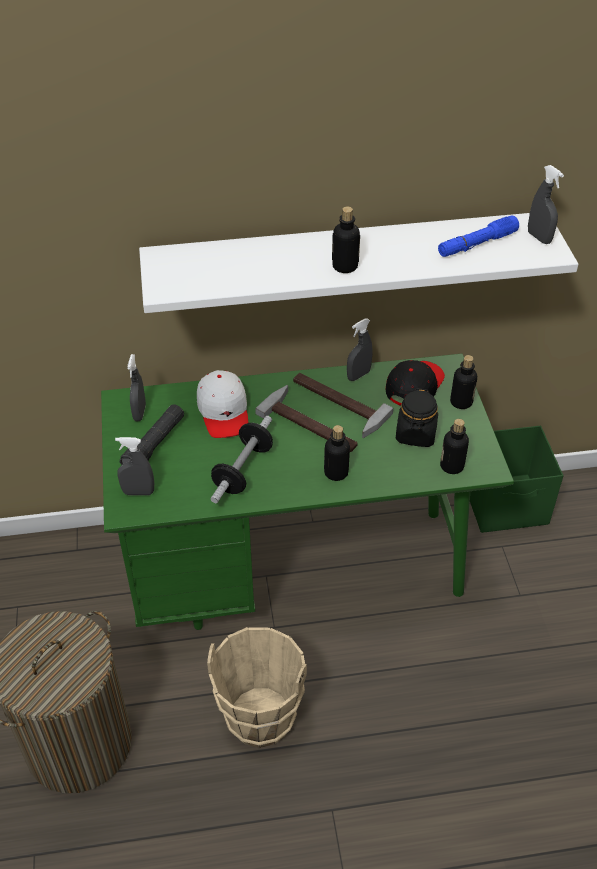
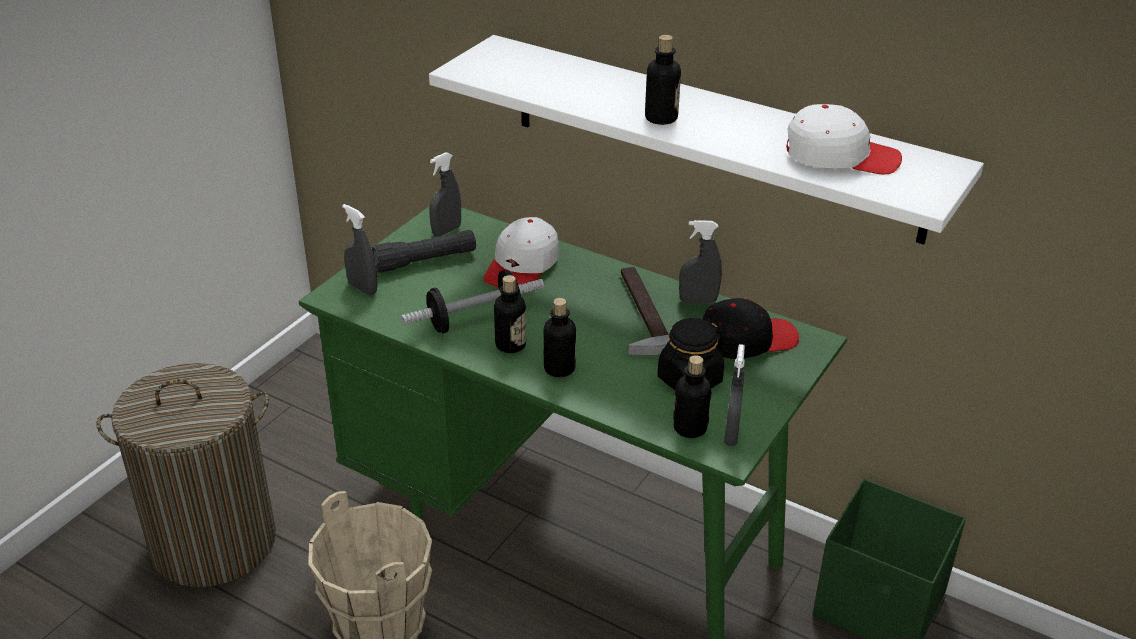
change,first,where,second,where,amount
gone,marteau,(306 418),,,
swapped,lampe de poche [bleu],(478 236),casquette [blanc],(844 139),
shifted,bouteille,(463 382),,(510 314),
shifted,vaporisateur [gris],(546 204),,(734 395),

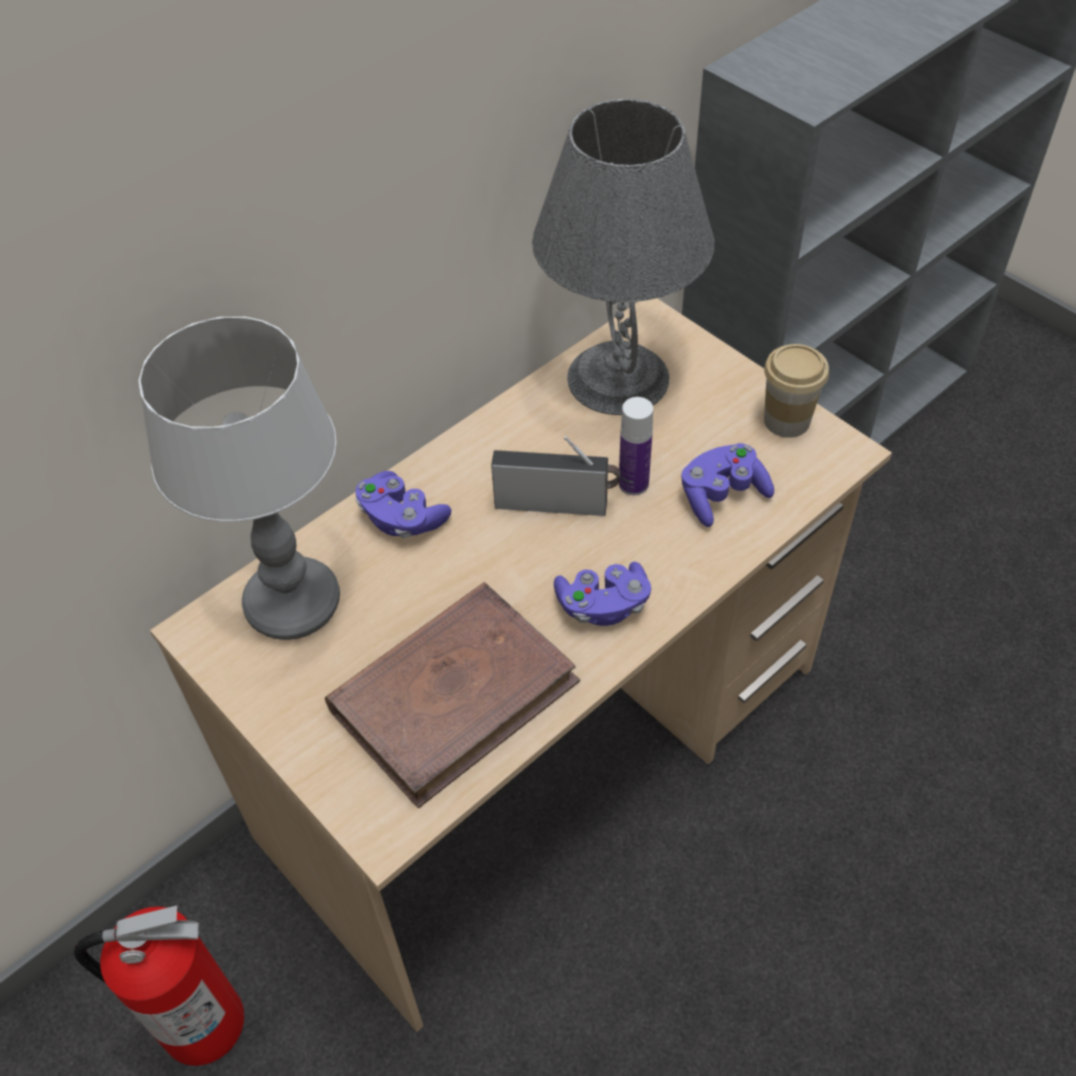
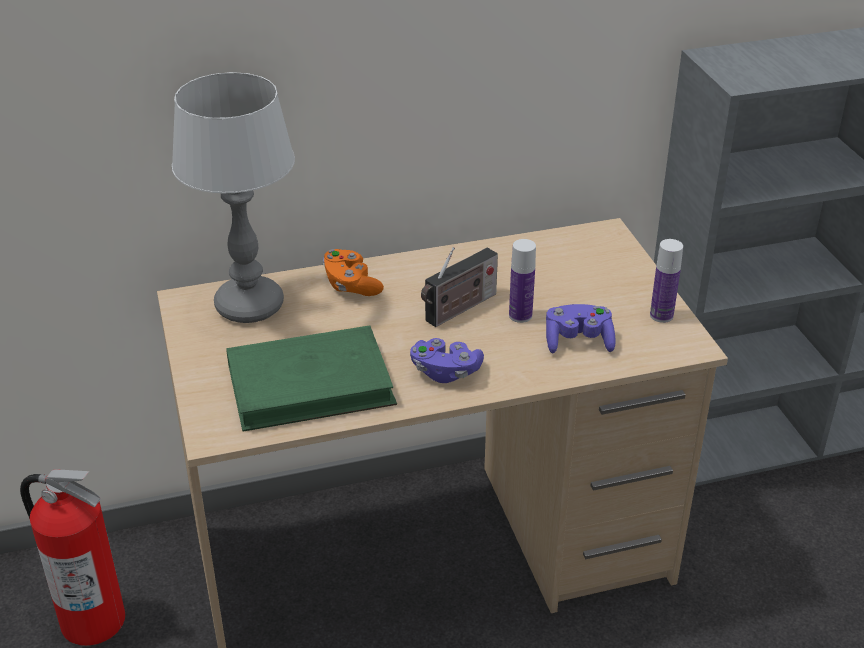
change,first,where,second,where,amount
repainted,livre [marron],(452 695),livre [vert],(311 378),
repainted,manette [violet],(403 504),manette [orange],(353 272),
rotated,radio,(555 476),,(459 287),105 degrees clockwise
gone,lampe de table [gris],(623 257),,,
swapped,tasse,(796 391),bouteille,(666 281),

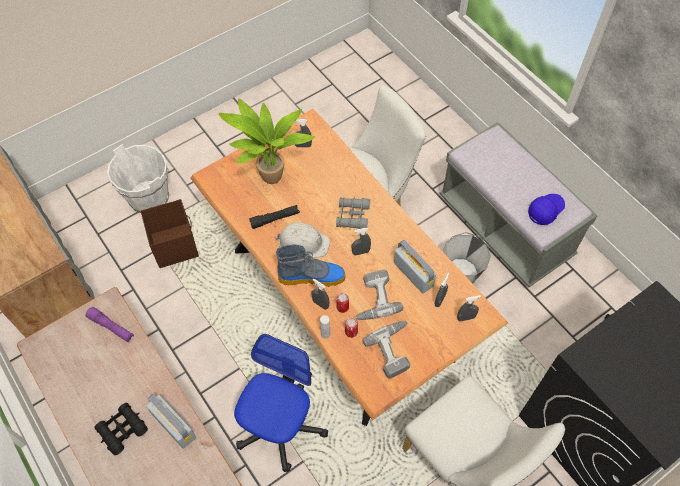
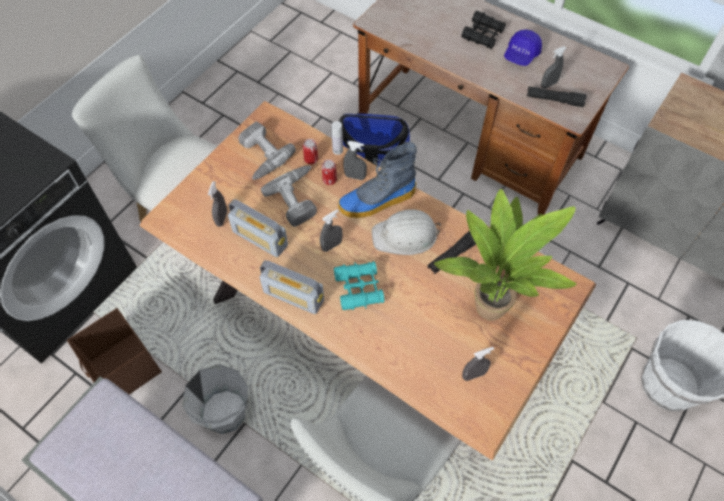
change,first,where,second,where,amount
repainted,lampe de poche [violet],(109 324),lampe de poche [noir],(557 97),
shifted,boîte de rangement [marron],(170 233),,(114 351),
shifted,radio,(171 421),,(292 287),
repainted,jumelles [gris],(353 213),jumelles [turquoise],(359 285),
shifted,vaporisateur [gris],(469 308),,(553 67),
shifted,casquette [bleu],(546 209),,(523 47),

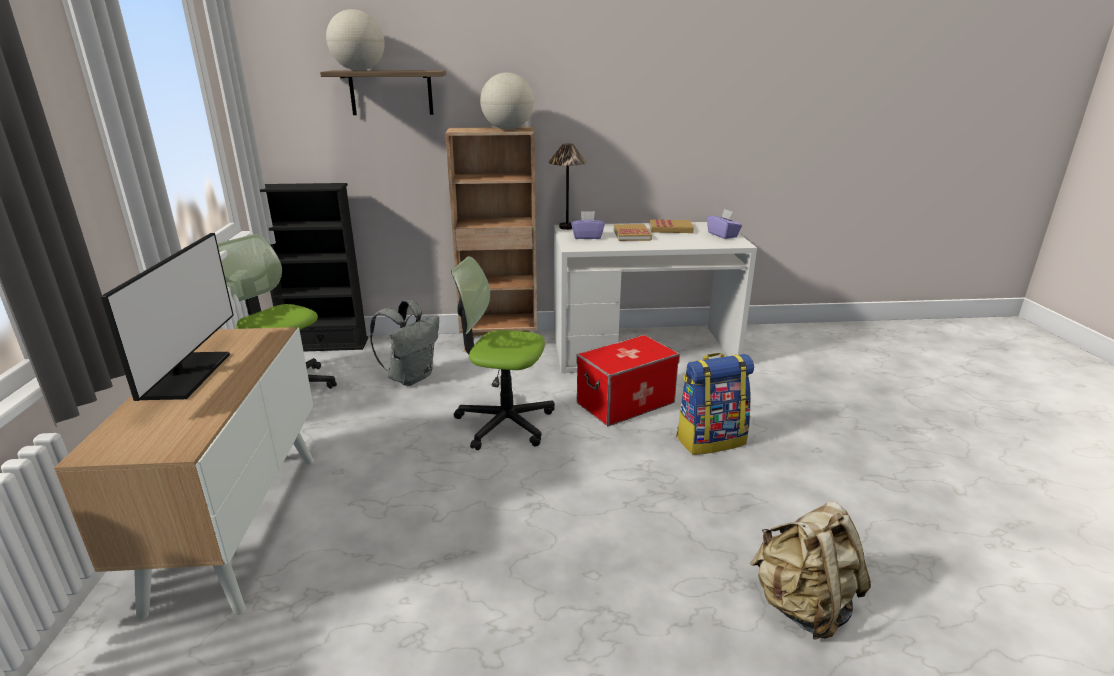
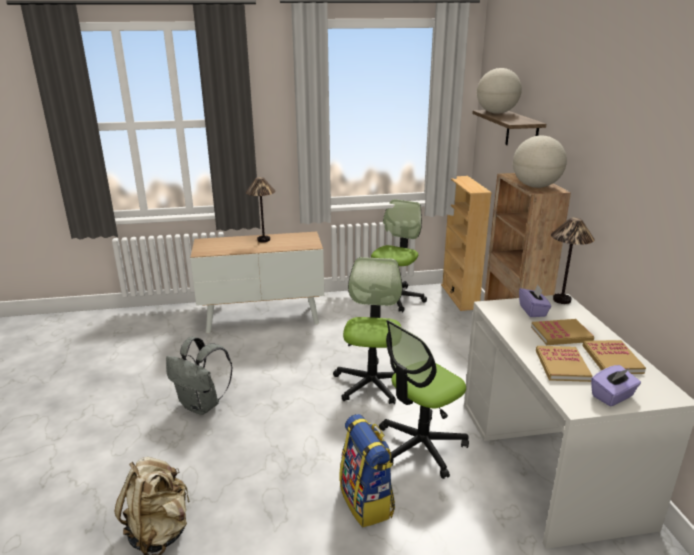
change,first,where,second,where,amount
swapped,écran d'ordinateur,(167 317),lampe de table,(260 209),
repainted,bibliothèque [noir],(314 267),bibliothèque [beige],(466 243),
shifted,sac à dos [gris],(404 343),,(199 376),
swapped,boîte de rangement,(628 380),chaise de bureau,(424 399),
new,,,livre,(564 364),

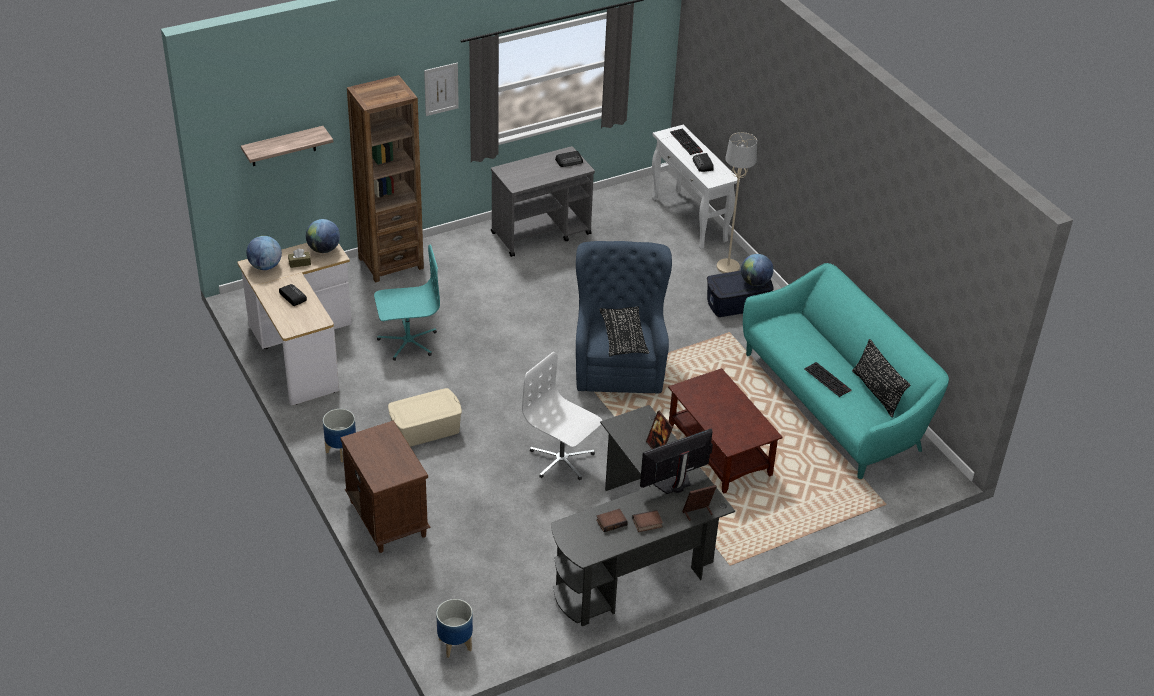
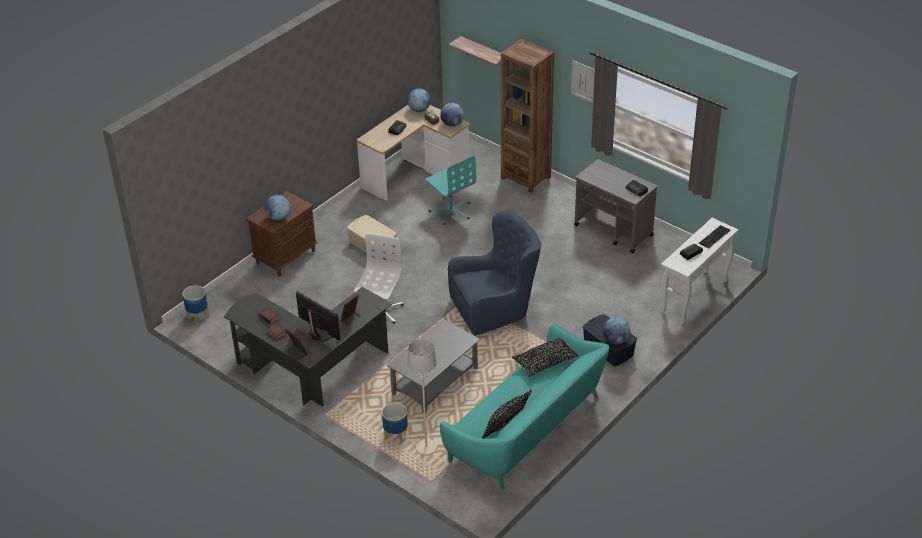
change,first,where,second,where,amount
shifted,cache-pot,(339 435),,(395 422),
shifted,coussin [noir],(624 331),,(545 357),
repainted,table basse [marron],(725 430),table basse [gris],(433 366),
shifted,lampadaire [beige],(737 202),,(422 397),
gone,clavier,(827 379),,,
new,,,globe,(277 207),

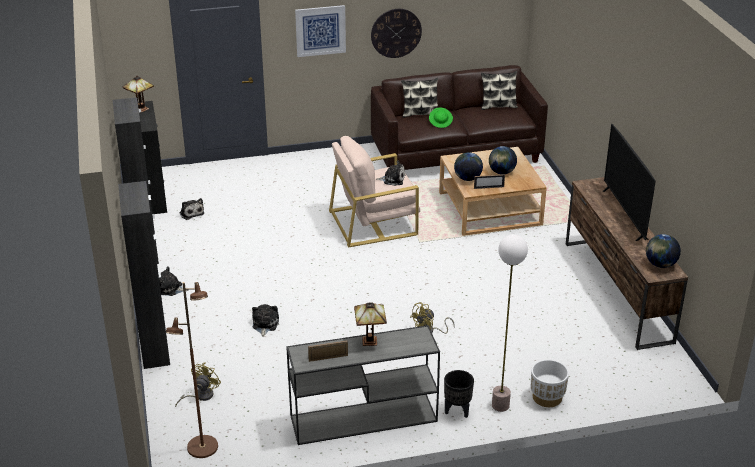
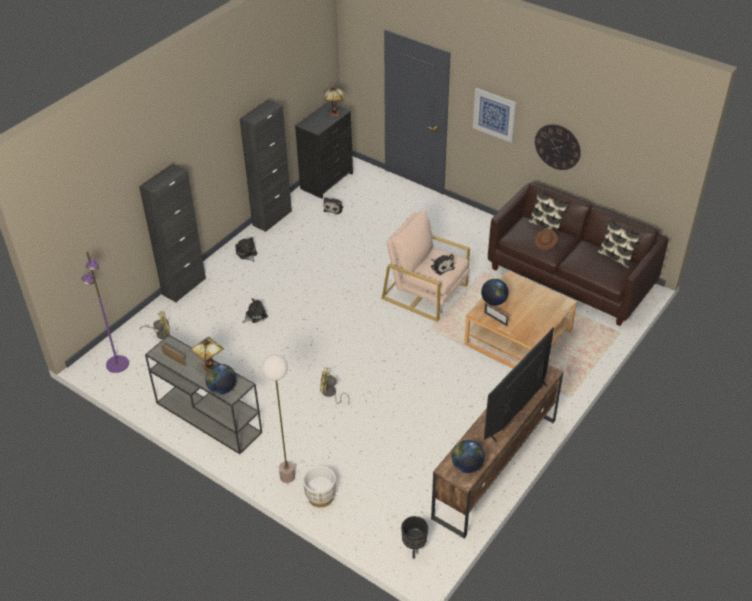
change,first,where,second,where,amount
repainted,lampadaire [marron],(191 370),lampadaire [violet],(105 312),
repainted,chapeau [vert],(441 117),chapeau [marron],(546 239),
shifted,cache-pot [noir],(459 394),,(414 537),
shifted,globe,(503 160),,(220 379),

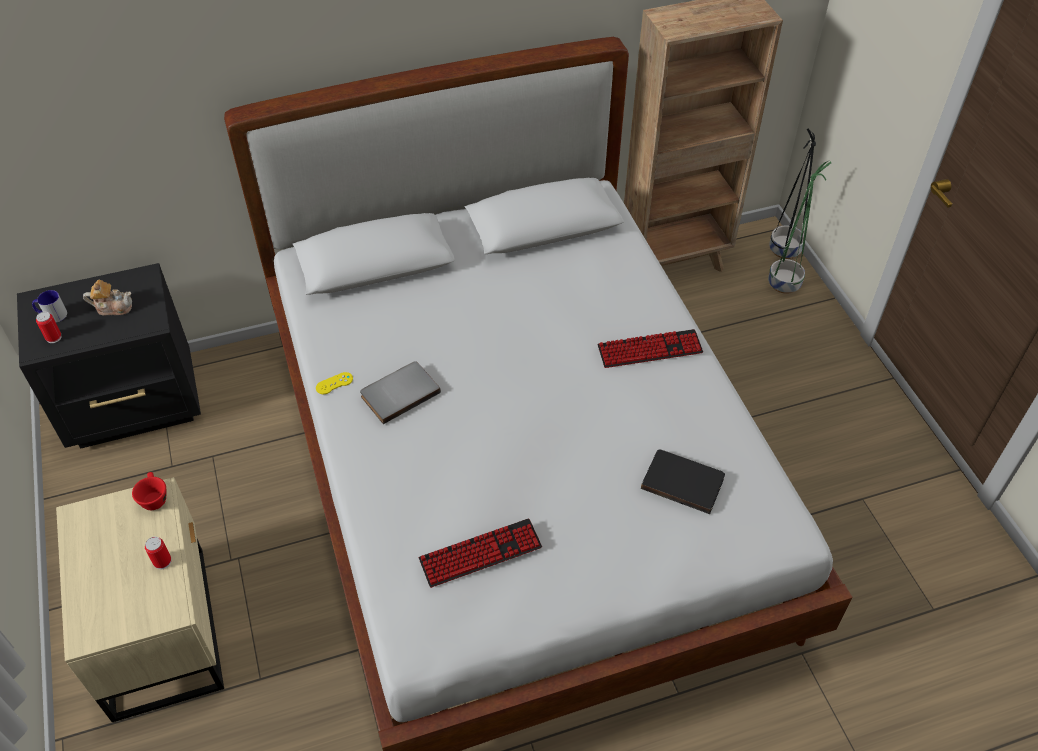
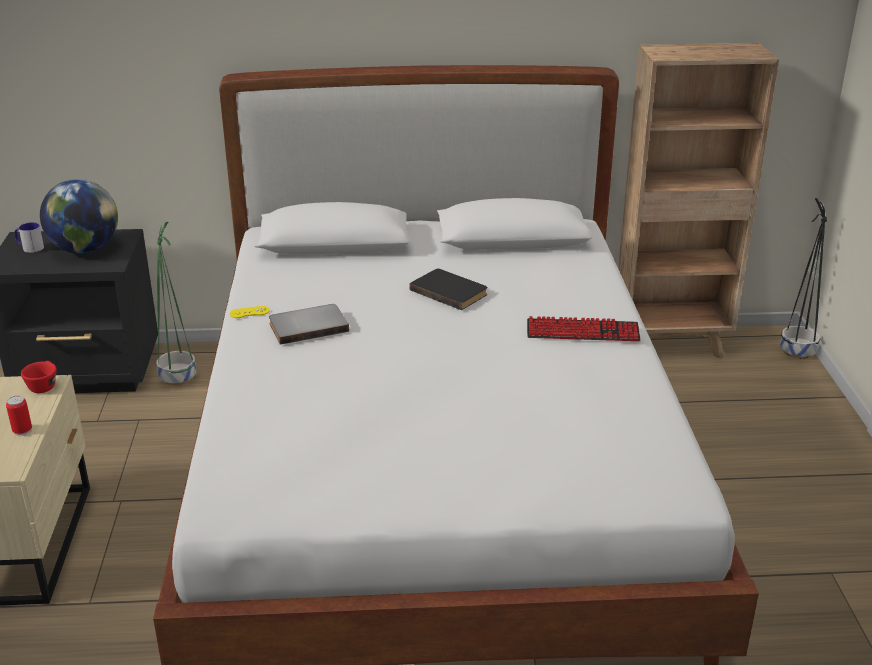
change,first,where,second,where,amount
gone,boîte métallique,(49 327),,,
swapped,théière,(107 298),globe,(79 216),
gone,clavier,(480 553),,,
shifted,livre [noir],(683 481),,(448 289),
shifted,cache-pot [vert],(799 227),,(176 304),

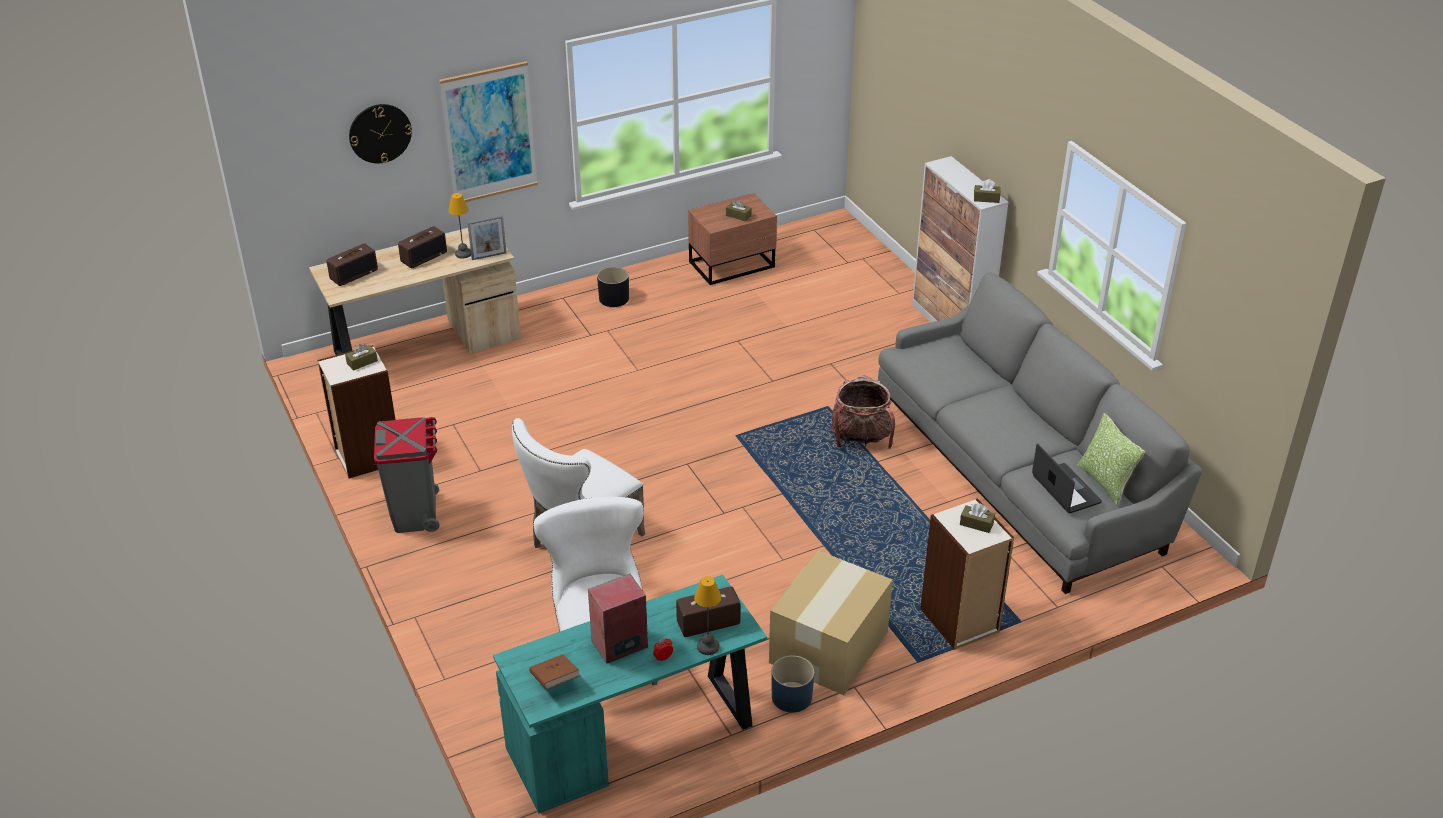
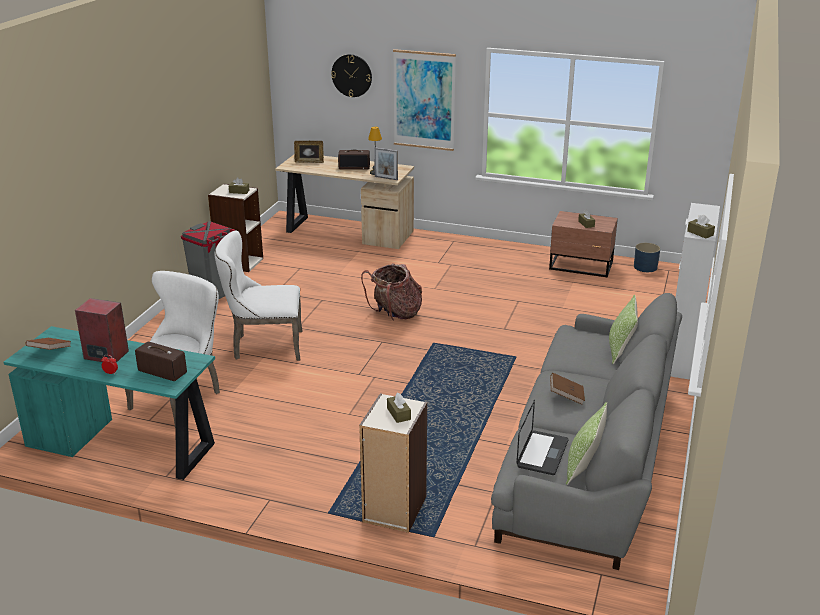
change,first,where,second,where,amount
swapped,radio,(352 265),cadre photo,(309 152),
gone,cache-pot [noir],(613 287),,,
gone,lampe de table,(708 615),,,
gone,carton,(831 622),,,
shifted,cache-pot [bleu],(792 683),,(647 257),
shifted,sac à dos,(863 412),,(391 292),
new,,,livre [marron],(567 389),
new,,,coussin,(623 329),

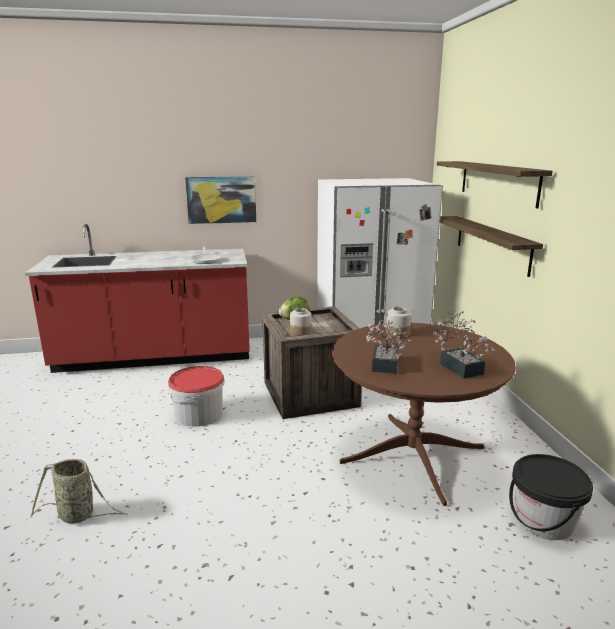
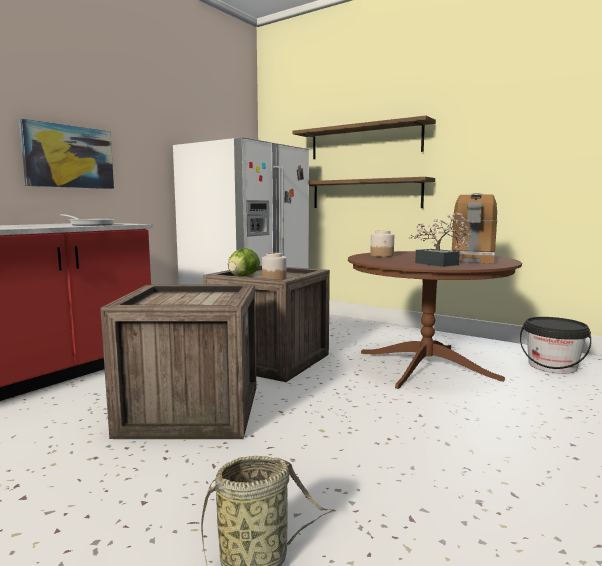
change,first,where,second,where,amount
swapped,seau,(196 396),caisse,(178 362),
swapped,plante en pot,(463 345),machine à café,(474 228),

